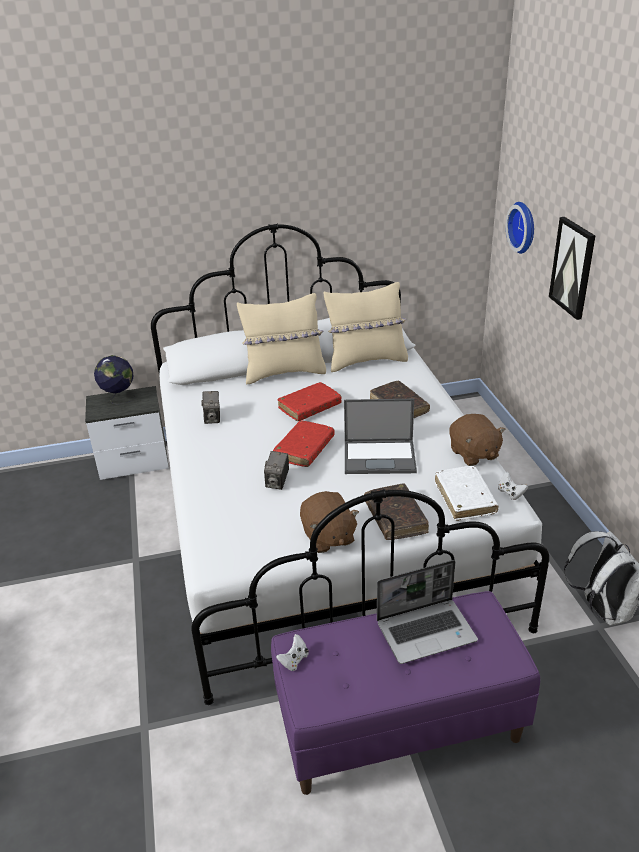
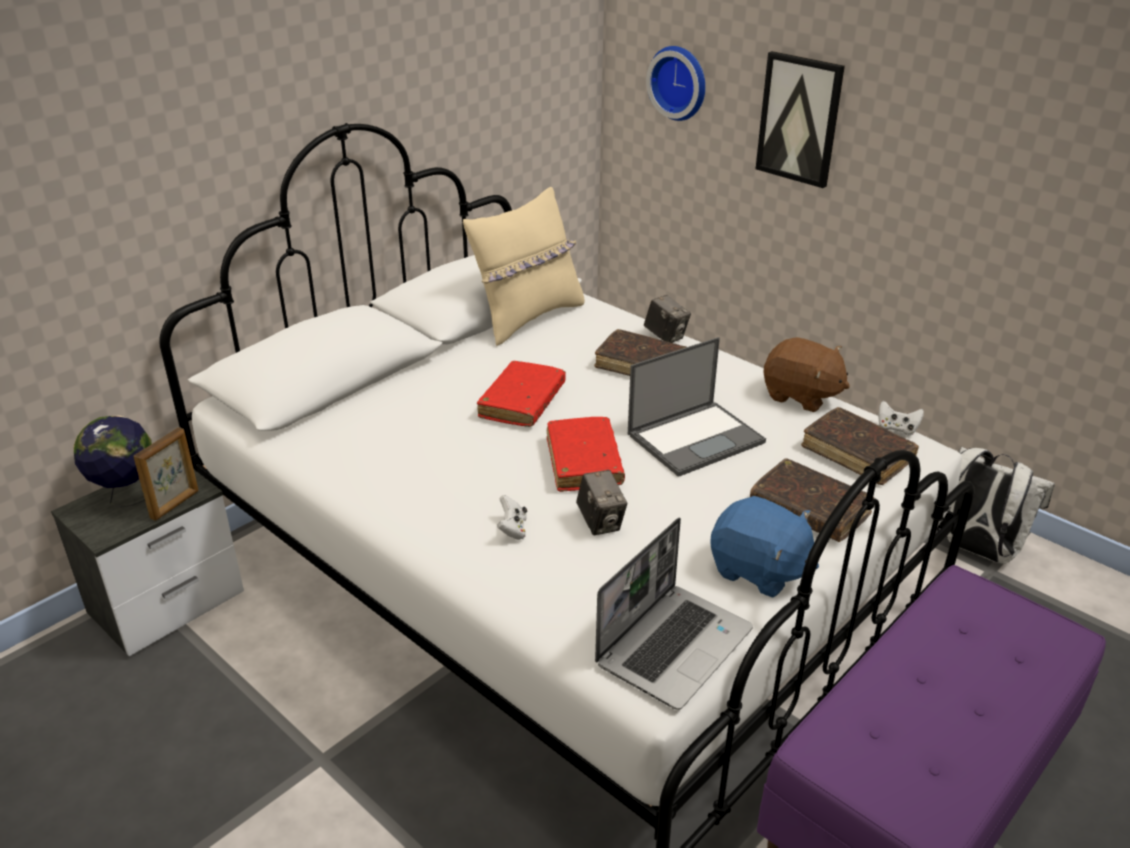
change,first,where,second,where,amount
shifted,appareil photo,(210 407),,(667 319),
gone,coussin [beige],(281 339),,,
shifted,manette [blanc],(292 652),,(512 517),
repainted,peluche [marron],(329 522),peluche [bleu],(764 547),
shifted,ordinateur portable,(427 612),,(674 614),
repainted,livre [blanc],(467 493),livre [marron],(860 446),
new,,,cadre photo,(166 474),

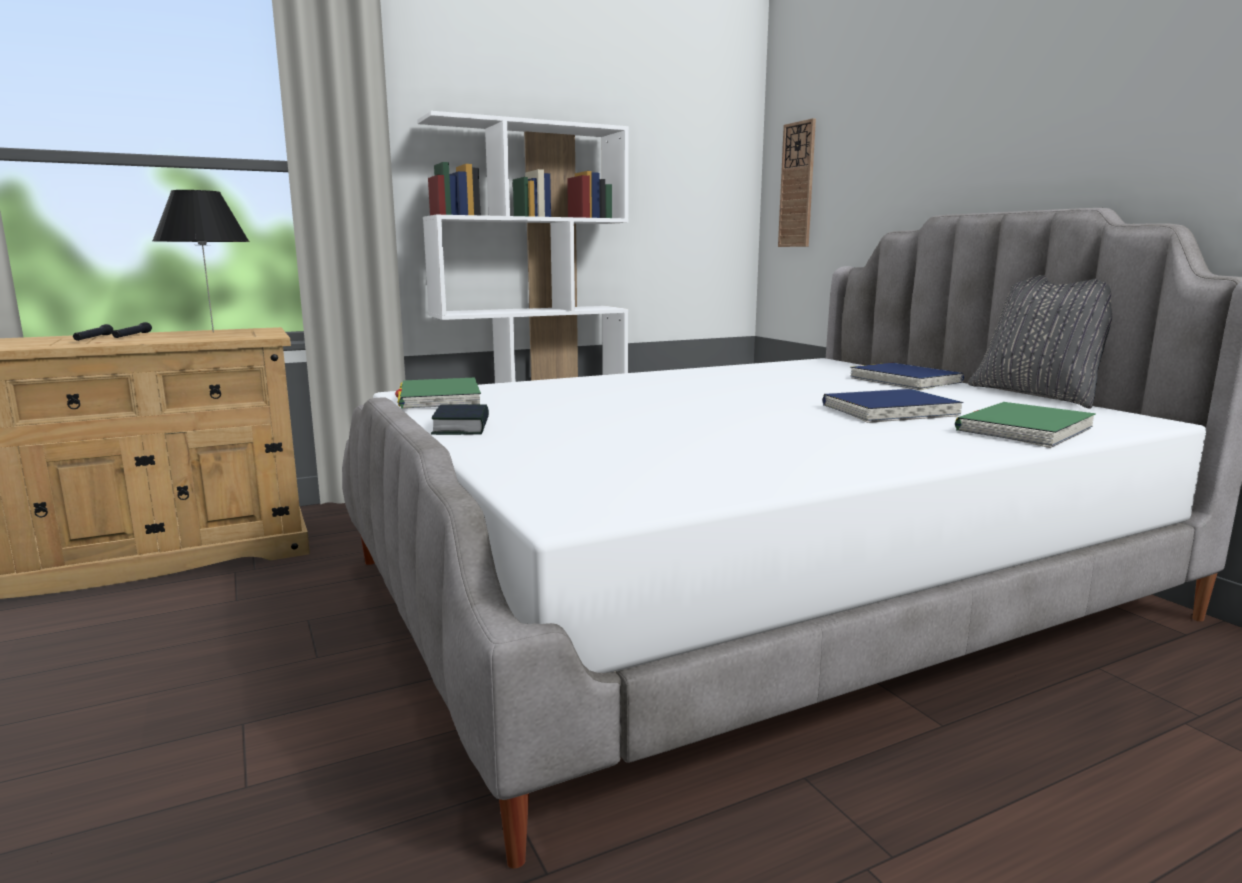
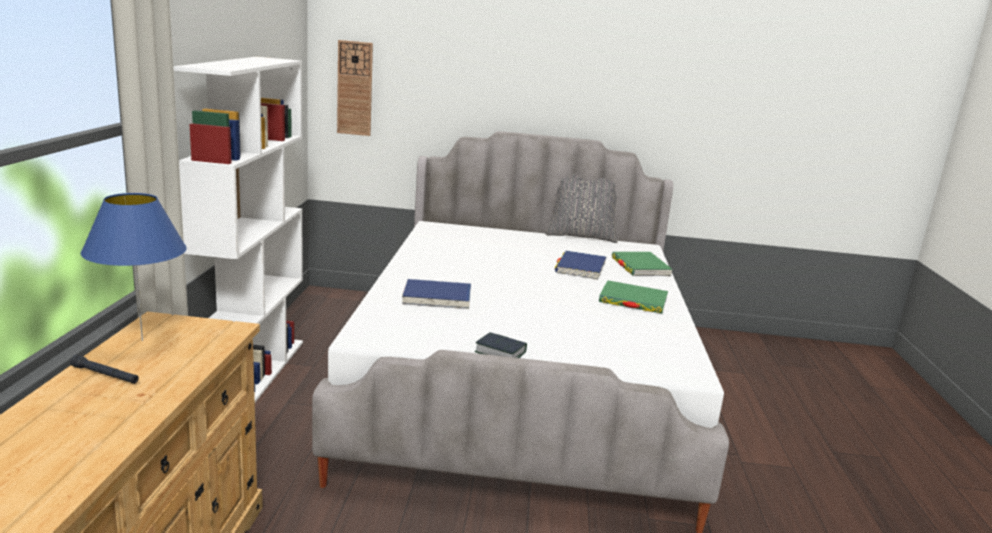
change,first,where,second,where,amount
gone,lampe de poche [noir],(93 332),,,
repainted,lampe de table [noir],(201 261),lampe de table [bleu],(134 267),
shifted,livre [vert],(438 392),,(633 297),
shifted,livre [bleu],(907 376),,(436 294),

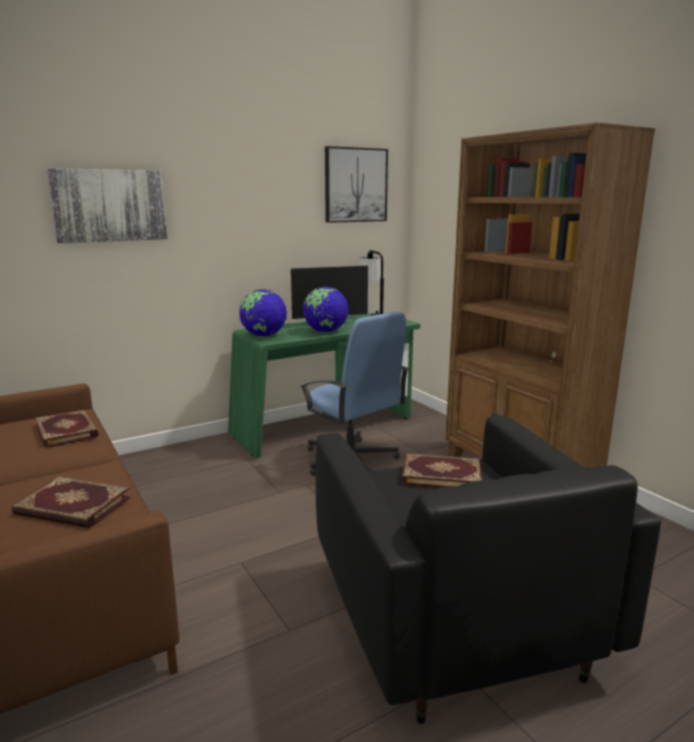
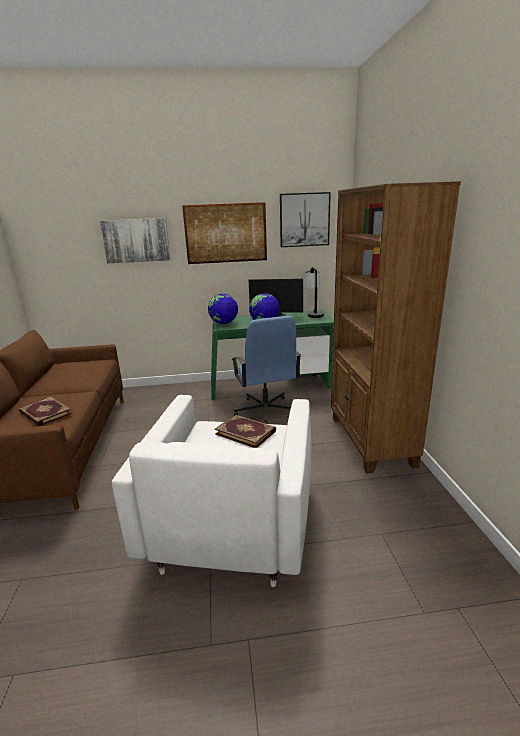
change,first,where,second,where,amount
gone,livre,(67 428),,,
repainted,fauteuil [noir],(488 569),fauteuil [blanc],(211 491),
new,,,tableau,(224 233),

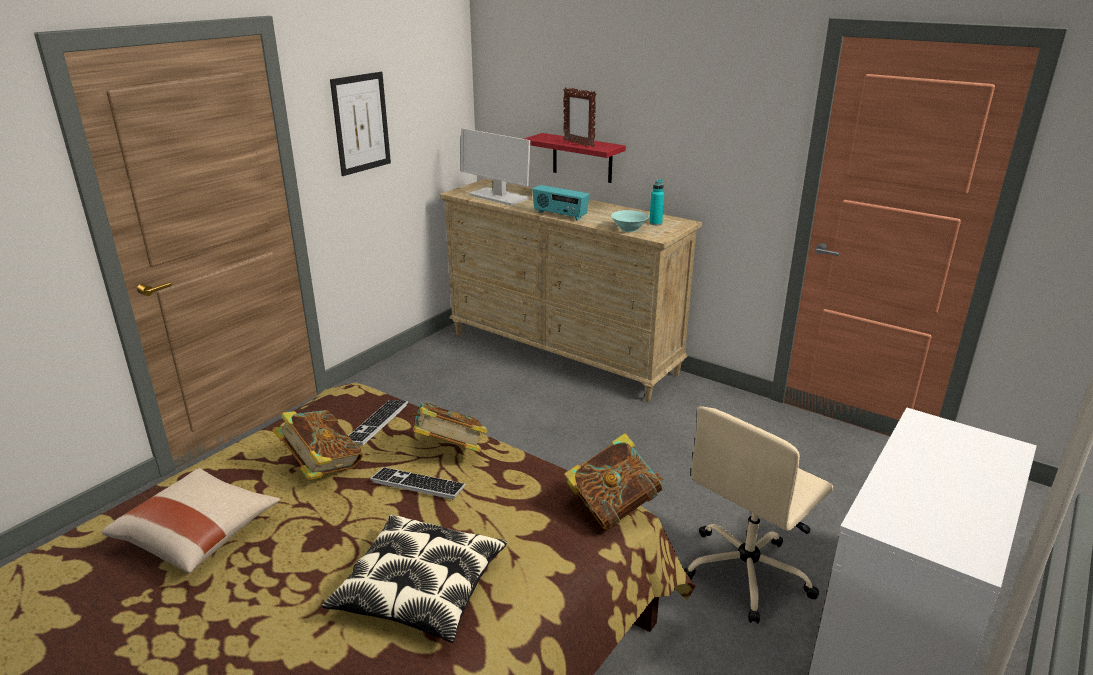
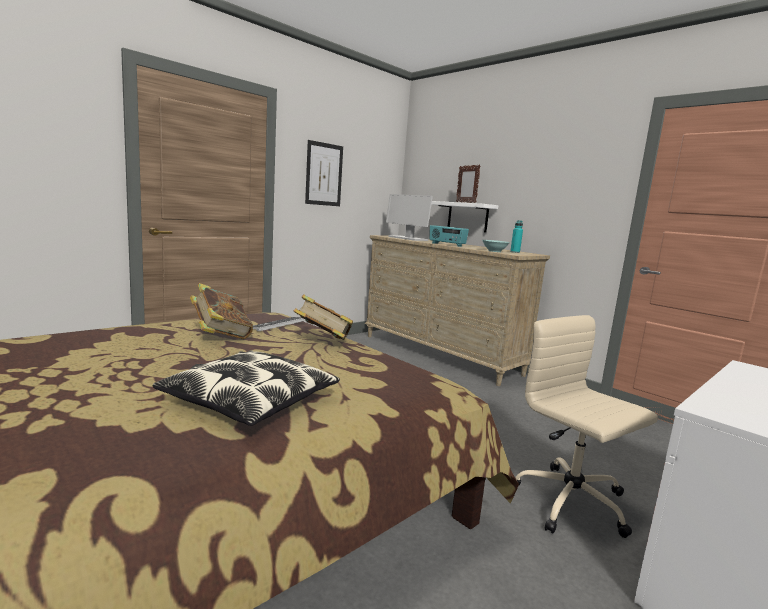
change,first,where,second,where,amount
gone,coussin [beige],(191 521),,,
gone,clavier,(418 483),,,
repainted,étagère [rouge],(574 158),étagère [blanc],(464 217),
gone,livre,(614 481),,,
rotated,chaise de bureau [beige],(758 515),,(586 426),90 degrees clockwise

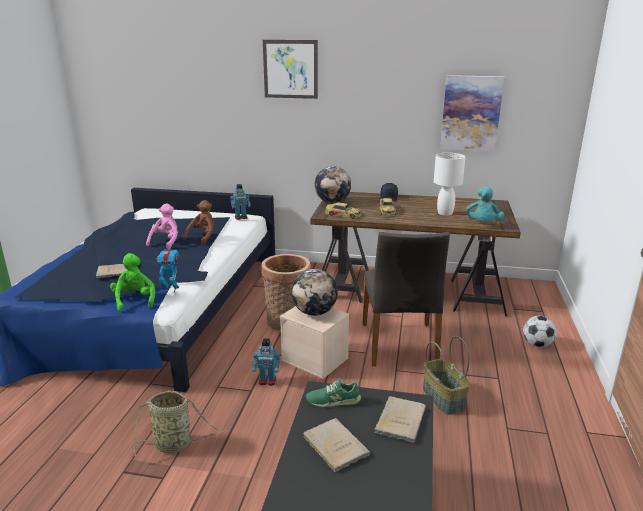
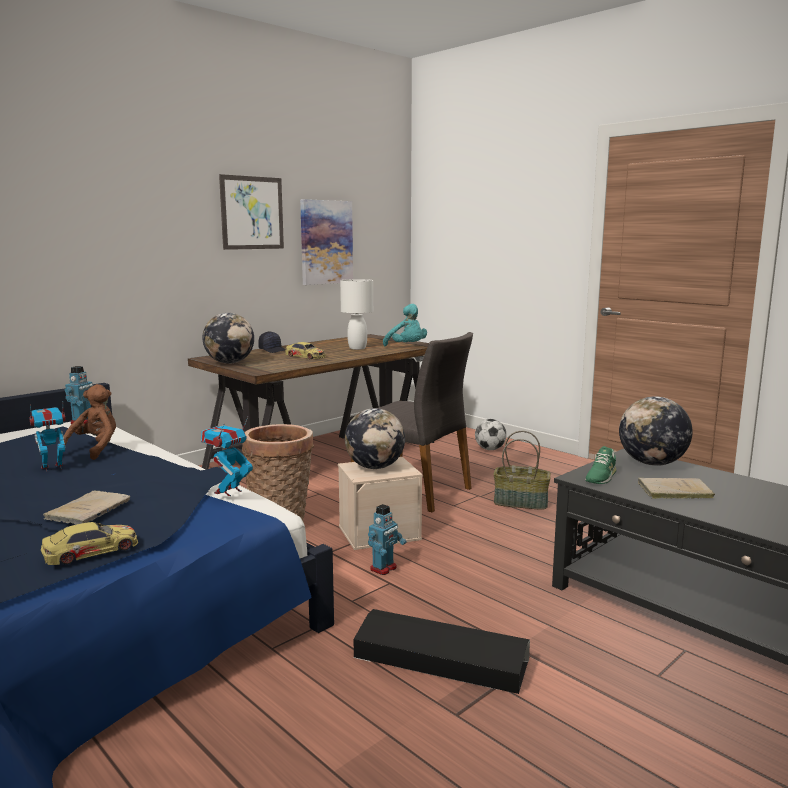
change,first,where,second,where,amount
gone,peluche [vert],(132 282),,,
swapped,panier,(180 423),boîte de rangement [noir],(442 651),
swapped,peluche [rose],(162 226),robot jouet,(47 438),
rotated,peluche [marron],(199 222),,(90 422),45 degrees clockwise
shifted,tableau,(290 69),,(251 212),
shifted,petite voiture,(343 210),,(89 543),
swapped,livre [beige],(400 419),globe,(656 431),

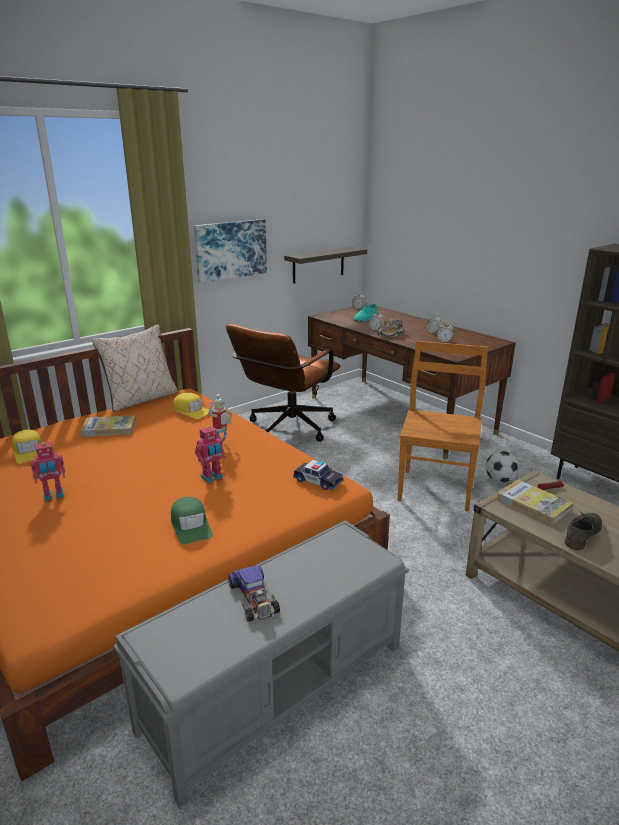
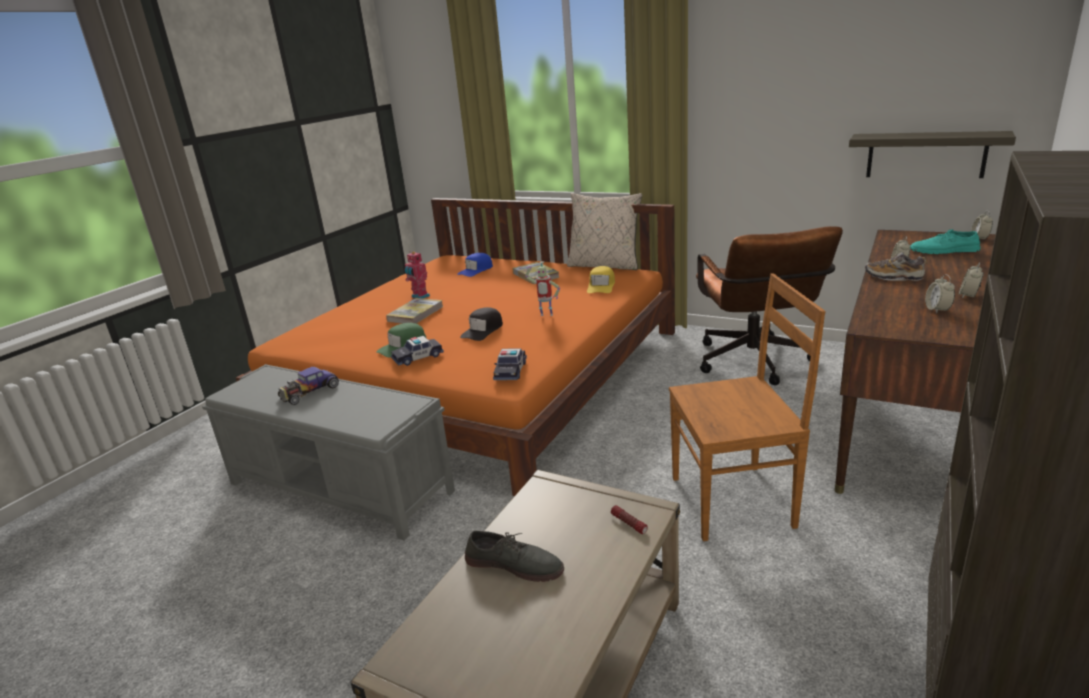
change,first,where,second,where,amount
repainted,casquette [jaune],(27 447),casquette [bleu],(475 265),
gone,tableau,(230 251),,,
swapped,robot jouet,(210 454),casquette [noir],(481 324),
rotated,chaise de bureau [marron],(283 383),,(769 305),105 degrees counterclockwise
gone,ballon de foot,(503 467),,,
shifted,livre,(535 502),,(415 311),
new,,,petite voiture,(417 351),

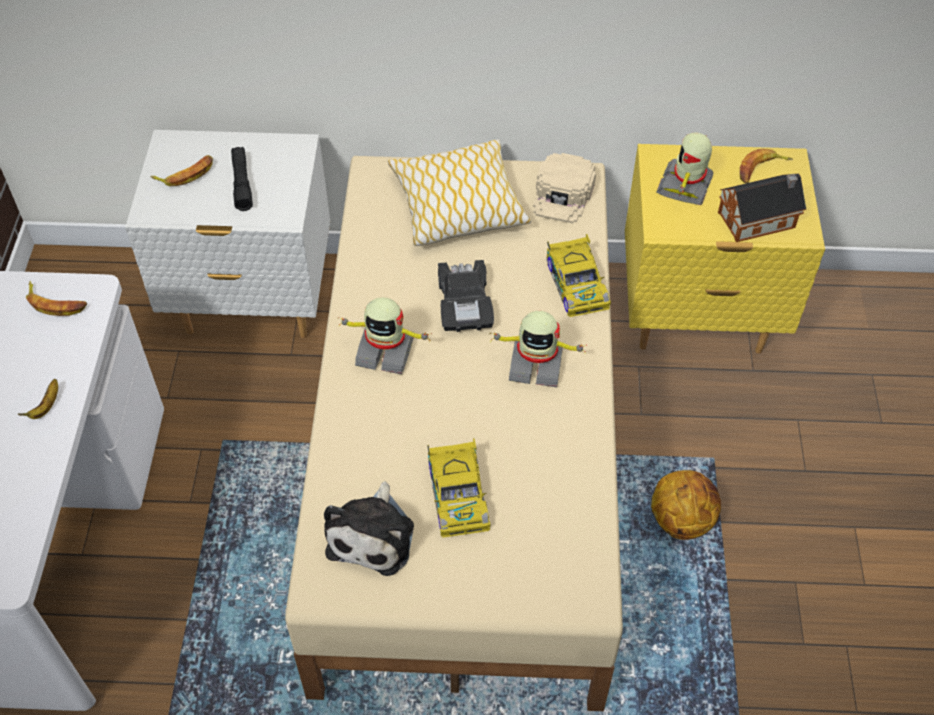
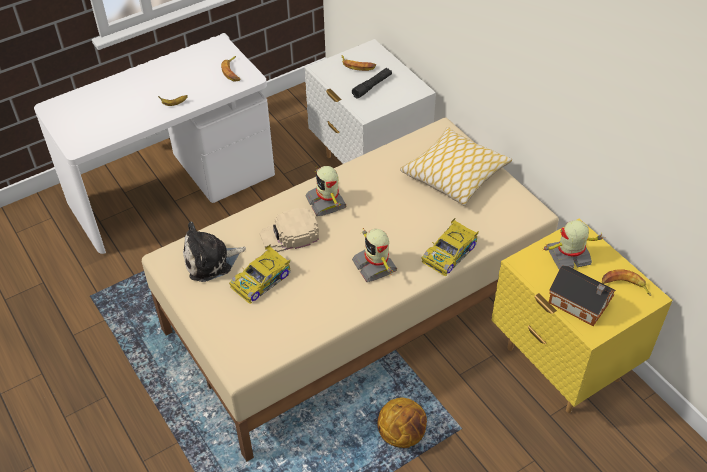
change,first,where,second,where,amount
gone,petite voiture [noir],(466 296),,,
shifted,casquette [beige],(564 188),,(289 230),

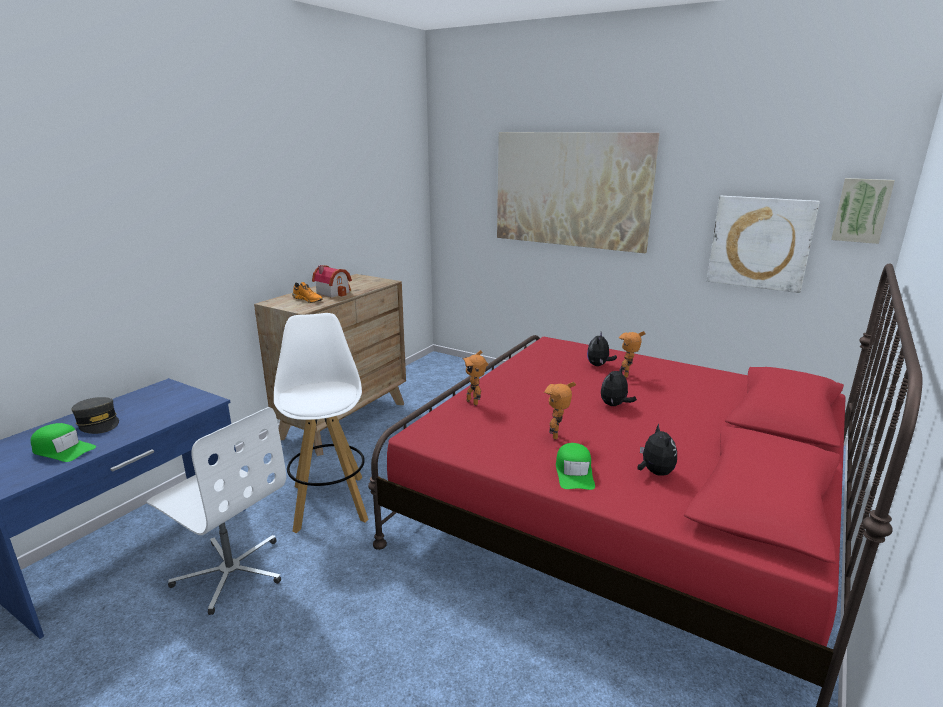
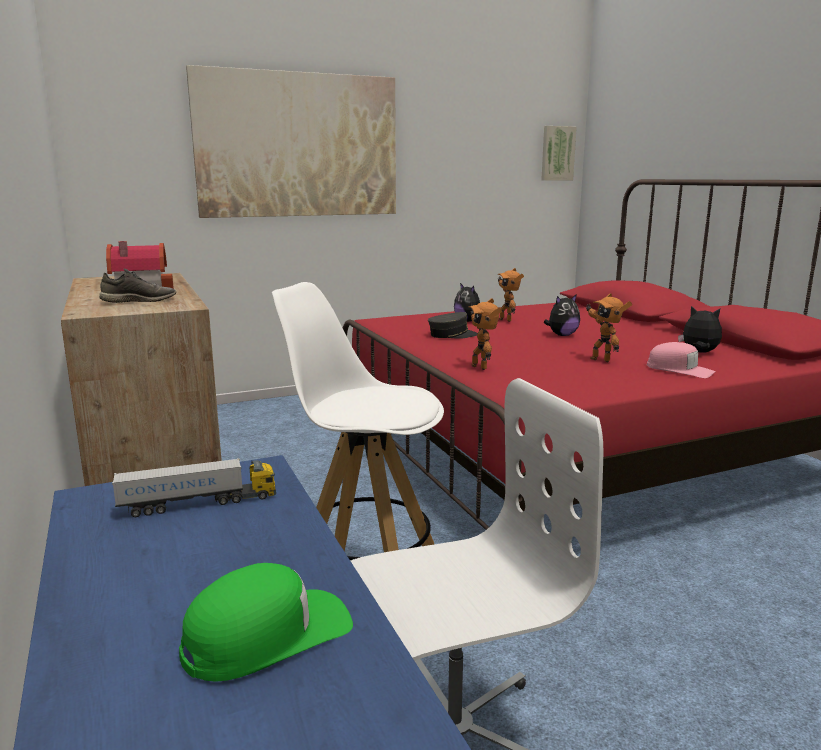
change,first,where,second,where,amount
shifted,casquette [gris],(95 415),,(452 325),
repainted,chaussure [orange],(307 292),chaussure [gris],(137 286),
rotated,robot jouet,(475 378),,(485 334),60 degrees clockwise
repainted,casquette [vert],(575 466),casquette [rose],(681 360),
rotated,peluche,(619 386),,(562 315),105 degrees counterclockwise
gone,tableau,(763 244),,,
new,,,camion jouet,(194 487),

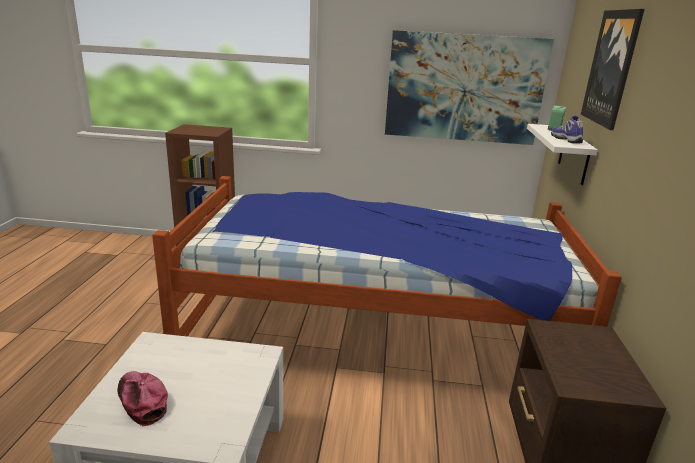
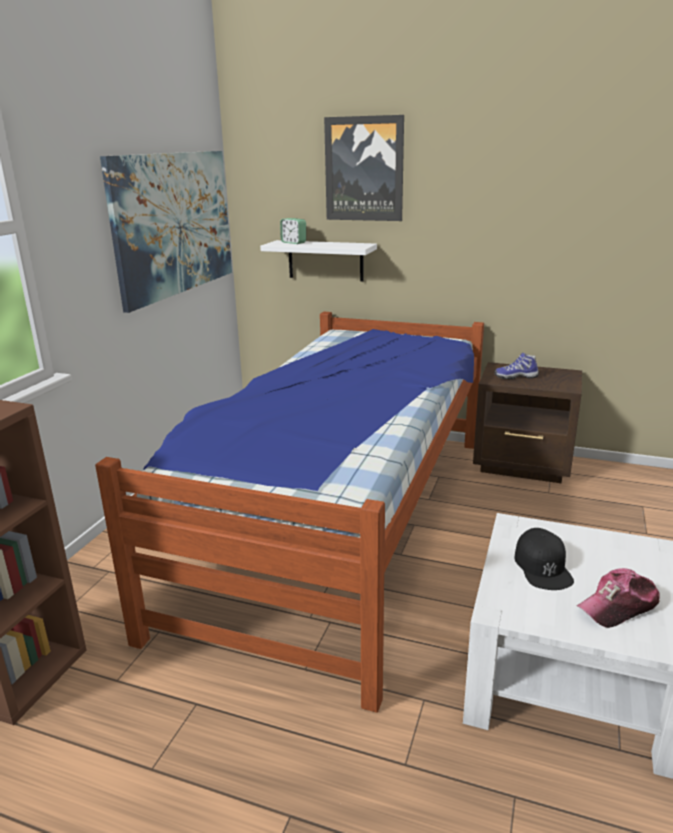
change,first,where,second,where,amount
shifted,chaussure,(567 129),,(516 365),
new,,,casquette [noir],(544 559),

